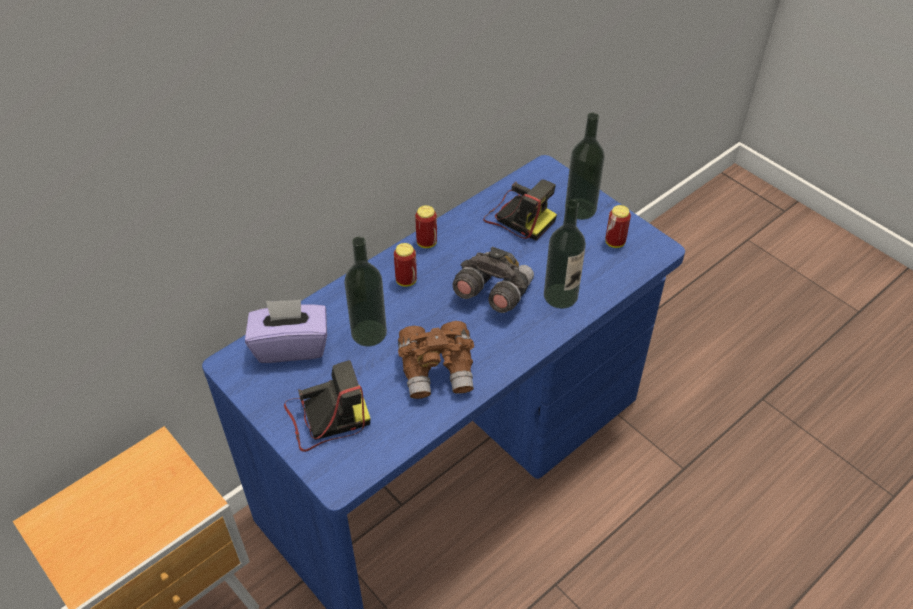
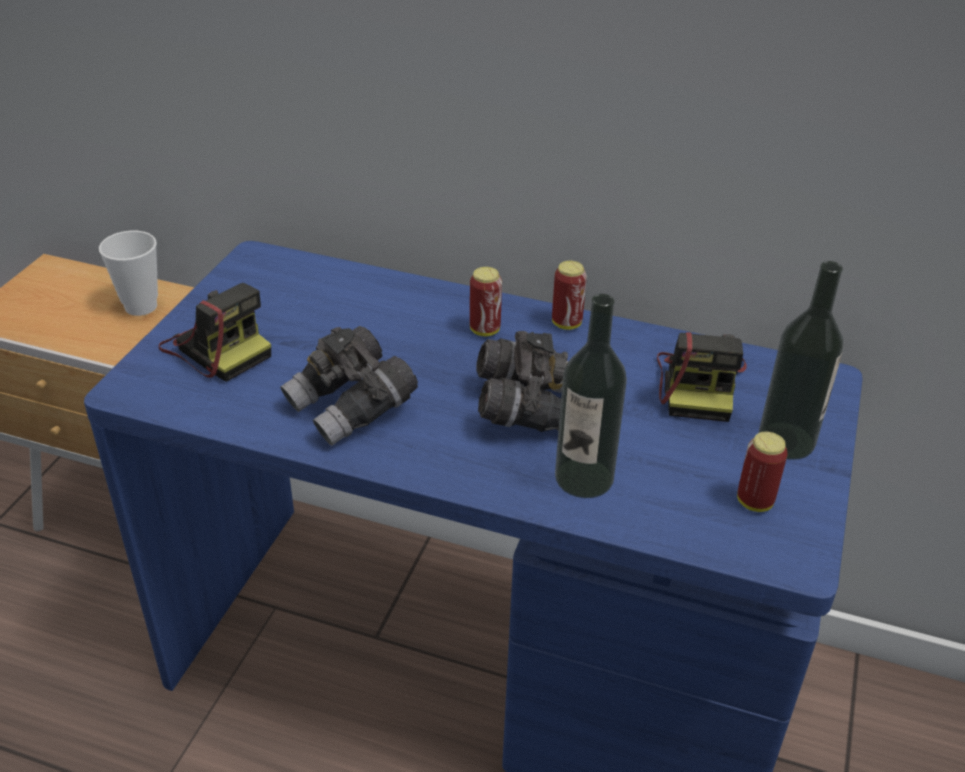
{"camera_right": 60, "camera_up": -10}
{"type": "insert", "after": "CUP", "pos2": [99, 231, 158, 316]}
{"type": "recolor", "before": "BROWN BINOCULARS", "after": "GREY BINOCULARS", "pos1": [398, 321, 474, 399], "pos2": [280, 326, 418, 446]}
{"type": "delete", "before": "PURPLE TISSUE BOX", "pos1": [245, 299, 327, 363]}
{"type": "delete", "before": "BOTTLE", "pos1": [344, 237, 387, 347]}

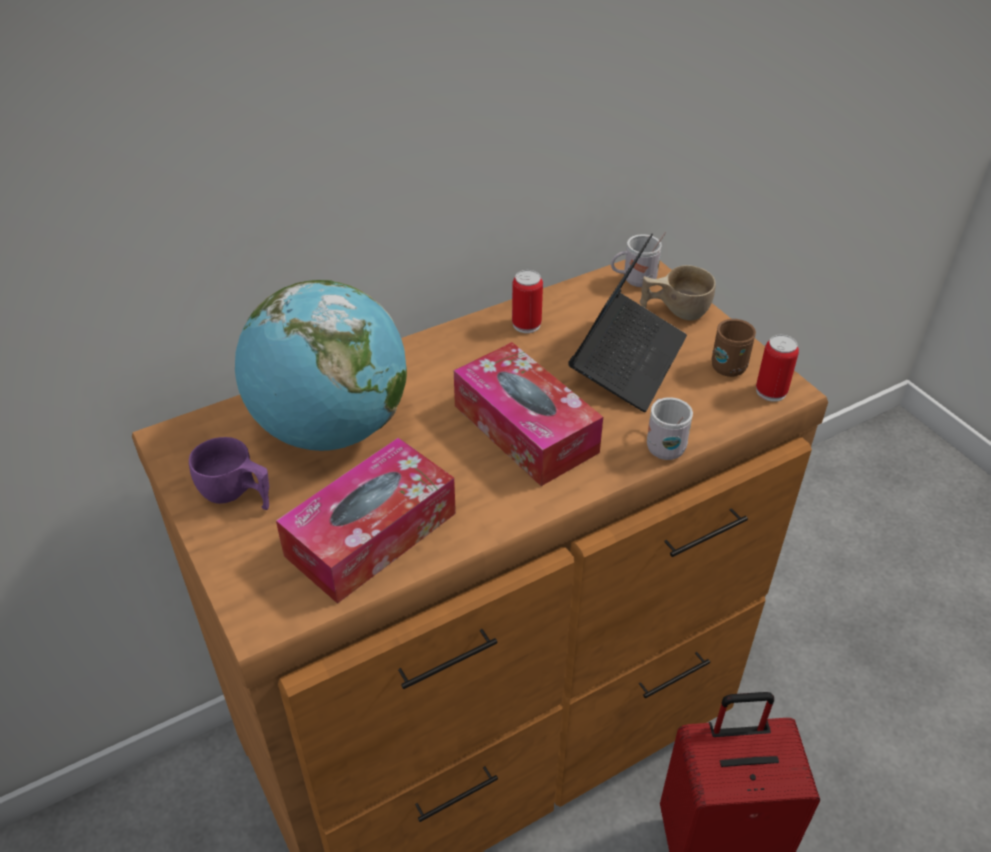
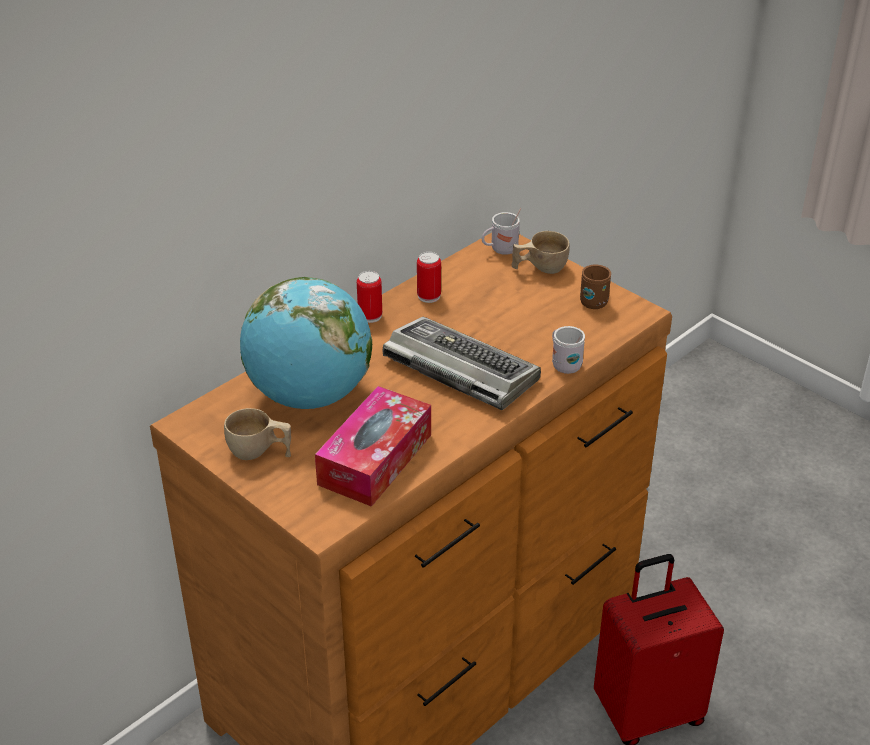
{"camera_right": -15, "camera_up": -5}
{"type": "recolor", "before": "PURPLE CUP", "after": "BEIGE CUP", "pos1": [189, 437, 269, 510], "pos2": [224, 408, 291, 460]}
{"type": "move", "before": "CAN", "pos1": [756, 335, 799, 402], "pos2": [357, 271, 382, 323]}
{"type": "replace", "before": "TISSUE BOX", "after": "KEYBOARD", "pos1": [454, 342, 603, 486], "pos2": [382, 317, 541, 410]}
{"type": "delete", "before": "LAPTOP", "pos1": [568, 234, 687, 412]}

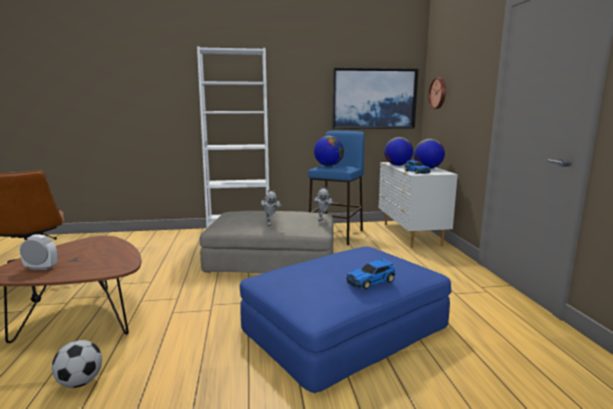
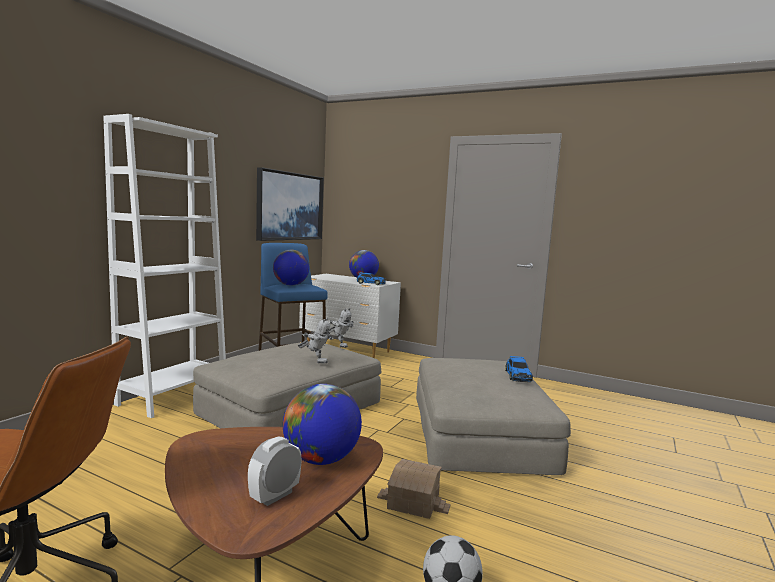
{"camera_right": -55, "camera_up": -5}
{"type": "move", "before": "GLOBE", "pos1": [384, 137, 413, 166], "pos2": [283, 384, 362, 465]}
{"type": "insert", "after": "TOY HOUSE", "pos2": [377, 459, 450, 519]}
{"type": "recolor", "before": "BLUE OTTOMAN", "after": "BEIGE OTTOMAN", "pos1": [240, 246, 451, 393], "pos2": [416, 358, 571, 475]}
{"type": "delete", "before": "WALL CLOCK", "pos1": [428, 78, 446, 109]}

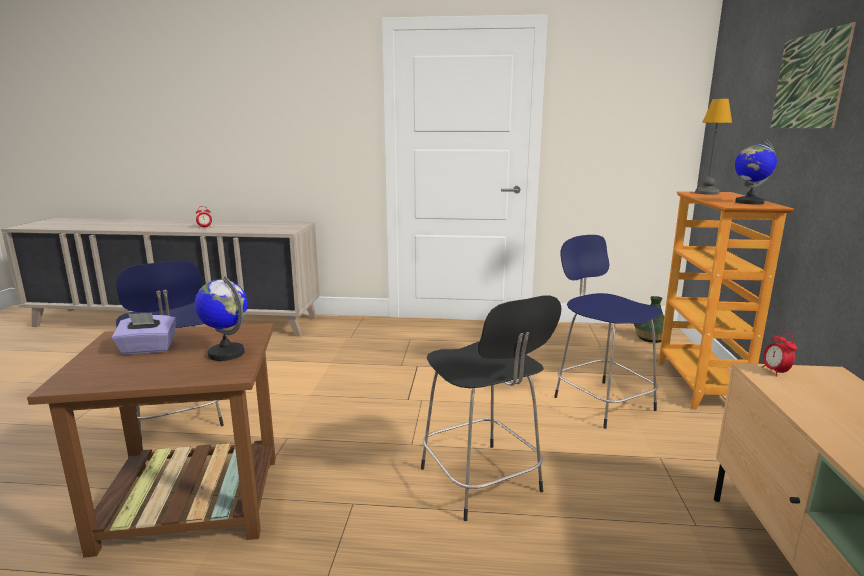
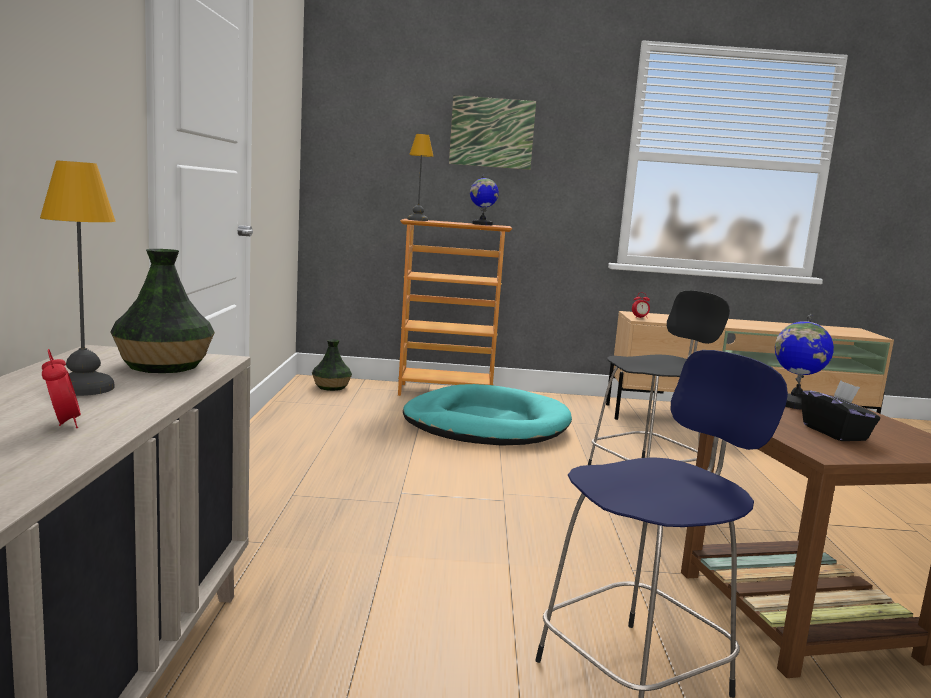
{"camera_right": -95, "camera_up": -5}
{"type": "insert", "after": "TABLE LAMP", "pos2": [40, 160, 116, 396]}
{"type": "insert", "after": "VASE", "pos2": [110, 249, 215, 373]}
{"type": "replace", "before": "BLUE STOOL", "after": "TURQUOISE DOG BED", "pos1": [554, 235, 662, 429], "pos2": [403, 384, 572, 446]}
{"type": "recolor", "before": "PURPLE TISSUE BOX", "after": "BLACK TISSUE BOX", "pos1": [112, 313, 176, 355], "pos2": [801, 380, 880, 441]}

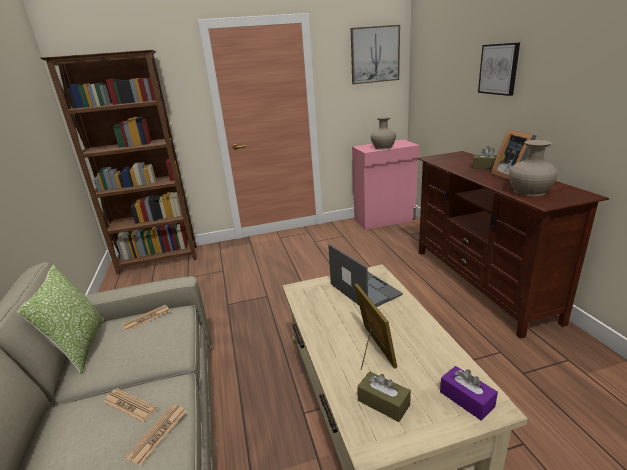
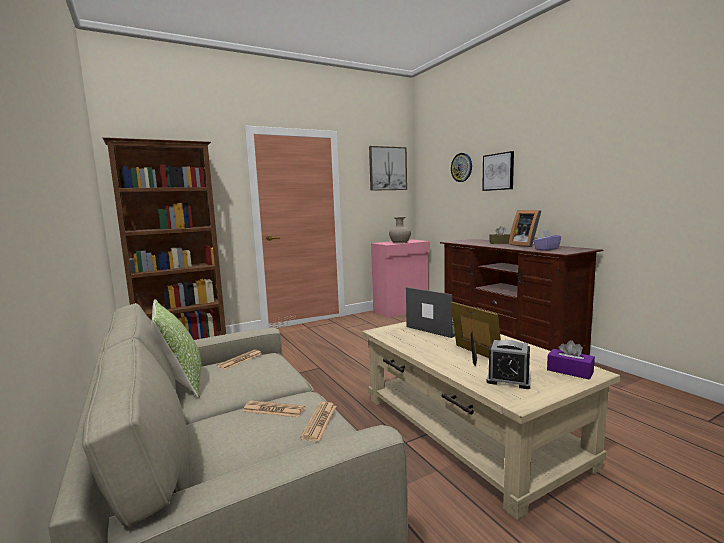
{"camera_right": -15, "camera_up": -15}
{"type": "insert", "after": "WALL CLOCK", "pos2": [451, 153, 472, 182]}
{"type": "replace", "before": "BROWN TISSUE BOX", "after": "ALARM CLOCK", "pos1": [357, 371, 411, 422], "pos2": [487, 340, 531, 389]}
{"type": "replace", "before": "BEIGE VASE", "after": "PURPLE TISSUE BOX", "pos1": [509, 140, 558, 197], "pos2": [533, 230, 561, 251]}

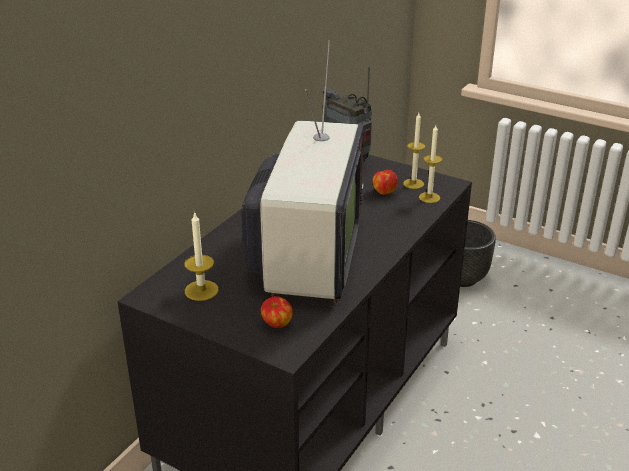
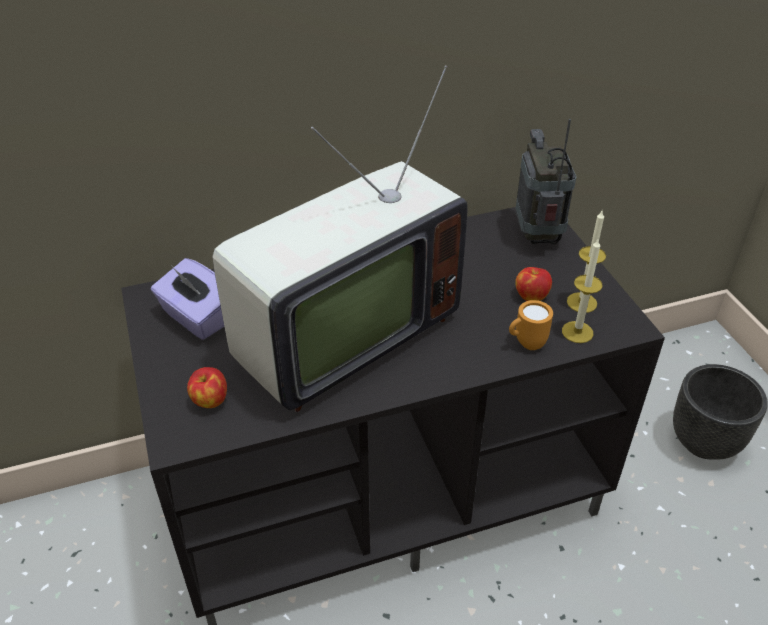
{"camera_right": 40, "camera_up": 10}
{"type": "replace", "before": "CANDLE", "after": "PURPLE TISSUE BOX", "pos1": [184, 211, 219, 301], "pos2": [151, 258, 224, 340]}
{"type": "insert", "after": "ORANGE MUG", "pos2": [509, 300, 553, 350]}

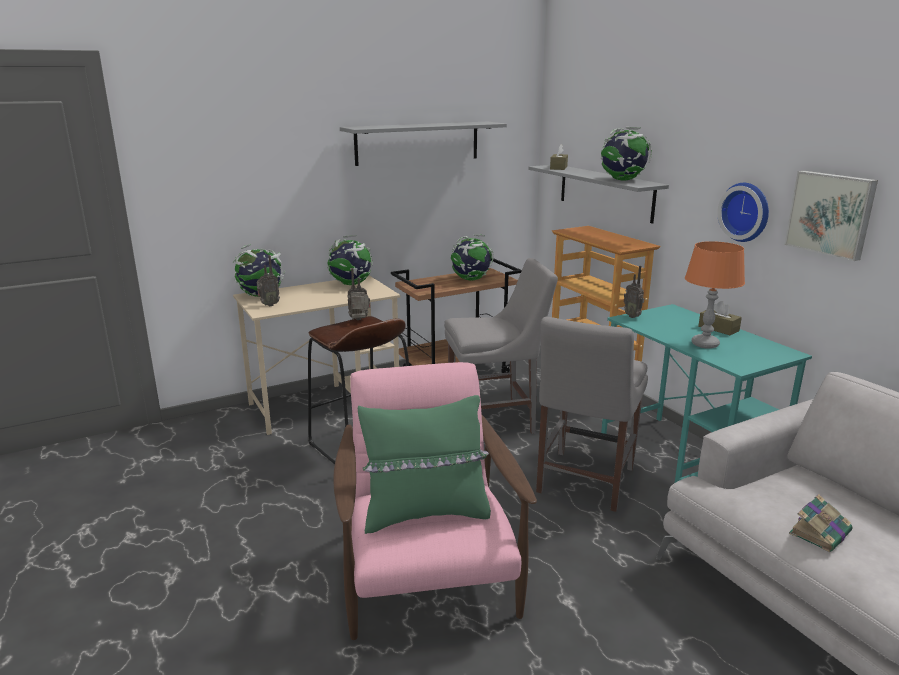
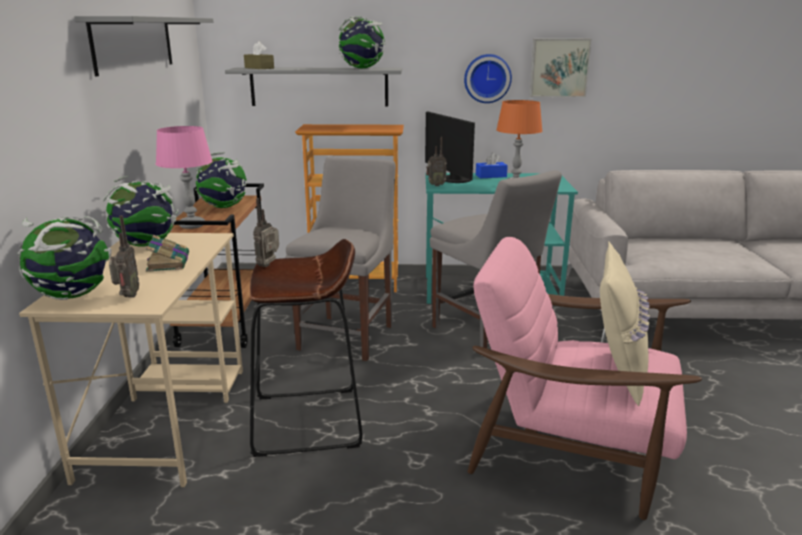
{"camera_right": -60, "camera_up": 0}
{"type": "move", "before": "BOOK", "pos1": [789, 494, 853, 552], "pos2": [146, 235, 189, 272]}
{"type": "insert", "after": "PINK TABLE LAMP", "pos2": [156, 126, 213, 229]}
{"type": "insert", "after": "MONITOR", "pos2": [425, 111, 475, 183]}
{"type": "recolor", "before": "BROWN TISSUE BOX", "after": "BLUE TISSUE BOX", "pos1": [698, 301, 742, 335], "pos2": [476, 152, 508, 178]}
{"type": "recolor", "before": "GREEN PILLOW", "after": "BEIGE PILLOW", "pos1": [358, 395, 491, 534], "pos2": [600, 241, 650, 406]}

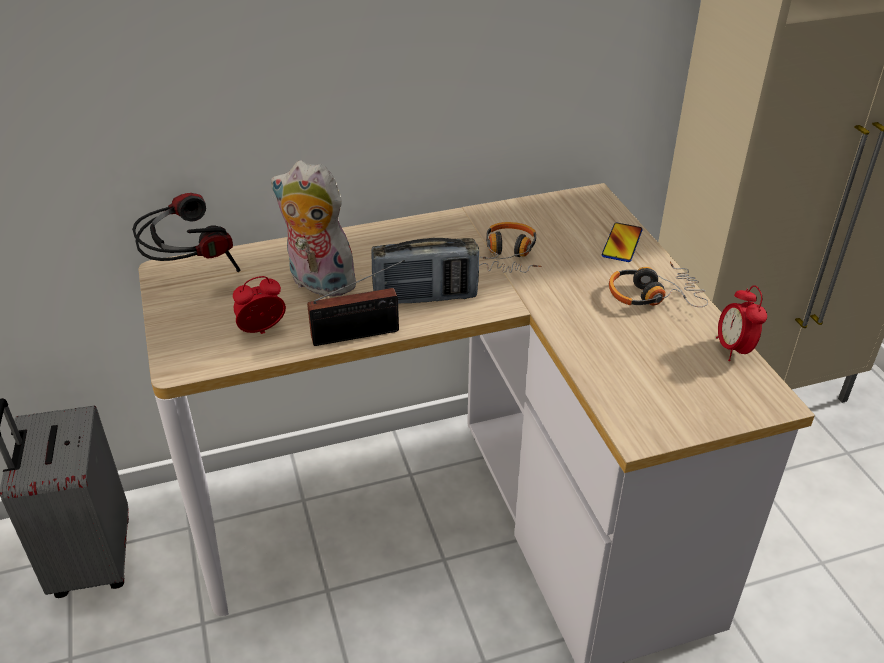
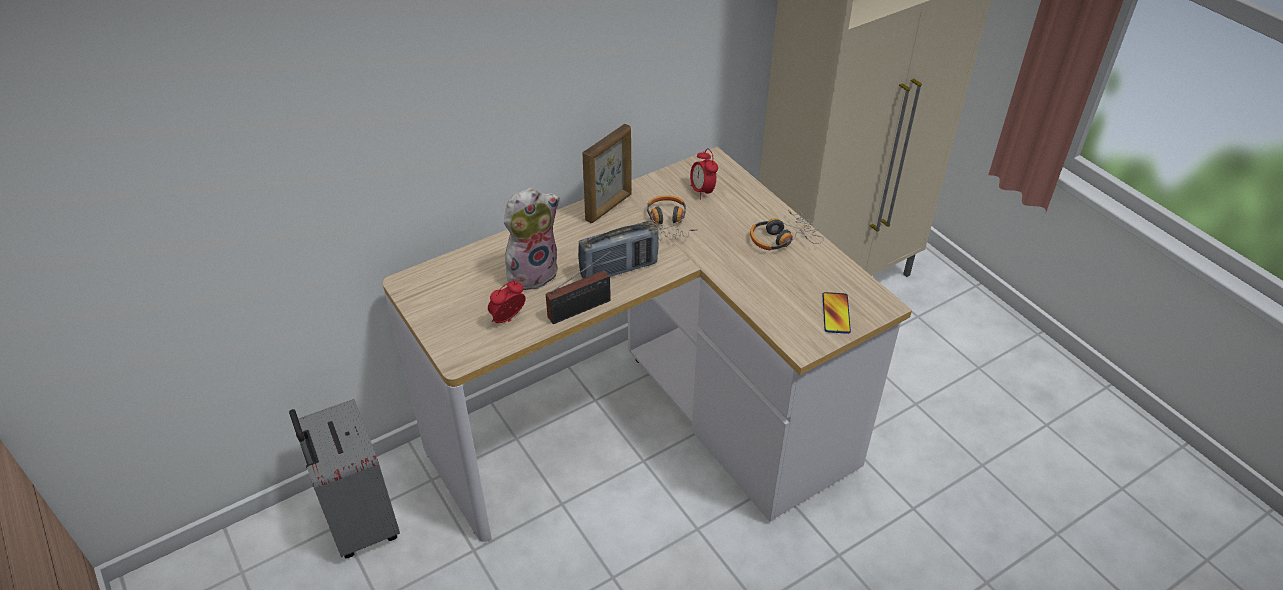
{"camera_right": -15, "camera_up": 5}
{"type": "rotate", "before": "PLUSH TOY", "pos1": [271, 160, 364, 299], "pos2": [504, 188, 560, 290], "turn": 135}
{"type": "insert", "after": "PICTURE FRAME", "pos2": [582, 124, 632, 223]}
{"type": "move", "before": "ALARM CLOCK", "pos1": [716, 285, 767, 361], "pos2": [690, 148, 718, 200]}
{"type": "move", "before": "PHONE", "pos1": [602, 223, 643, 262], "pos2": [822, 292, 851, 334]}
{"type": "delete", "before": "HEADPHONES", "pos1": [132, 193, 240, 272]}

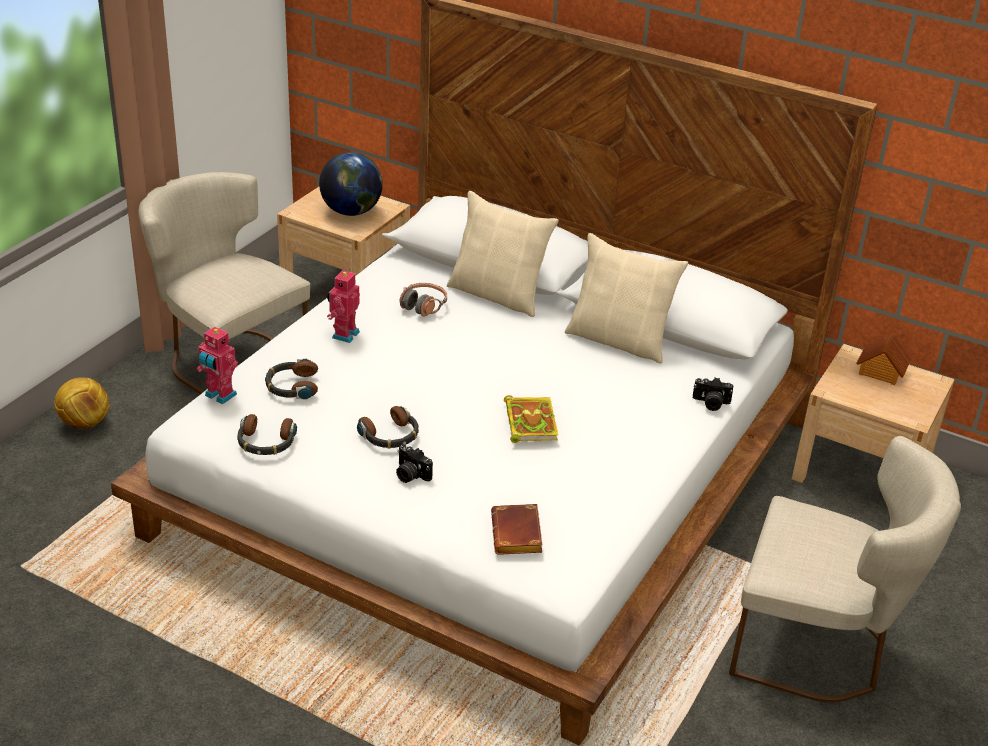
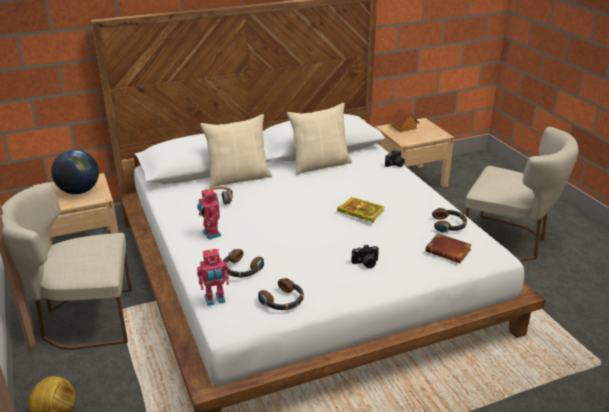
{"camera_right": -50, "camera_up": -5}
{"type": "move", "before": "HEADPHONES", "pos1": [357, 406, 419, 449], "pos2": [432, 208, 467, 233]}
{"type": "rotate", "before": "BEIGE CHAIR", "pos1": [729, 436, 961, 702], "pos2": [465, 127, 579, 262], "turn": 60}

